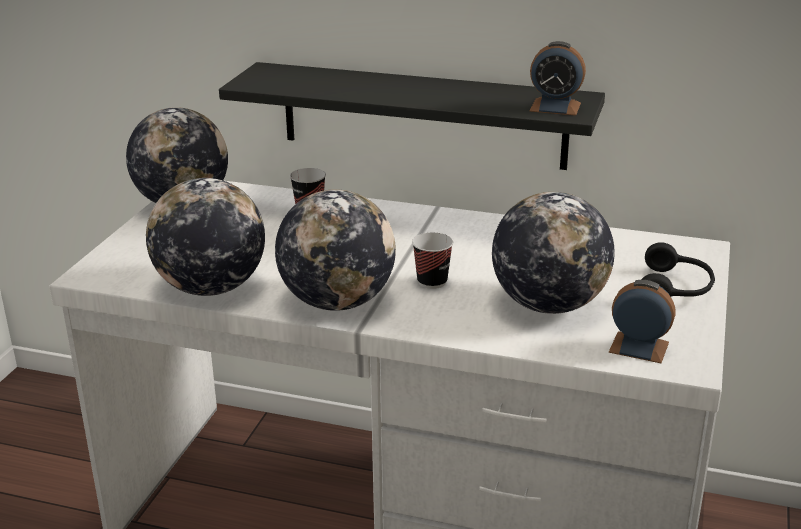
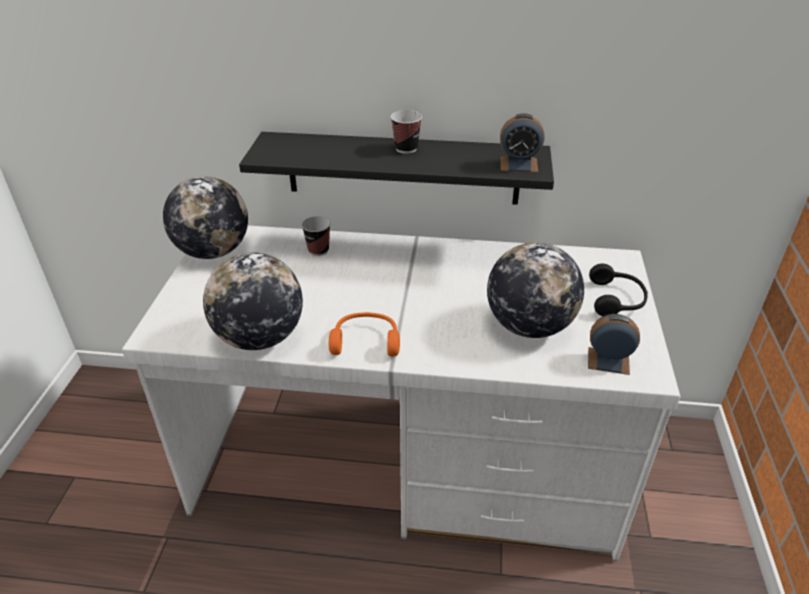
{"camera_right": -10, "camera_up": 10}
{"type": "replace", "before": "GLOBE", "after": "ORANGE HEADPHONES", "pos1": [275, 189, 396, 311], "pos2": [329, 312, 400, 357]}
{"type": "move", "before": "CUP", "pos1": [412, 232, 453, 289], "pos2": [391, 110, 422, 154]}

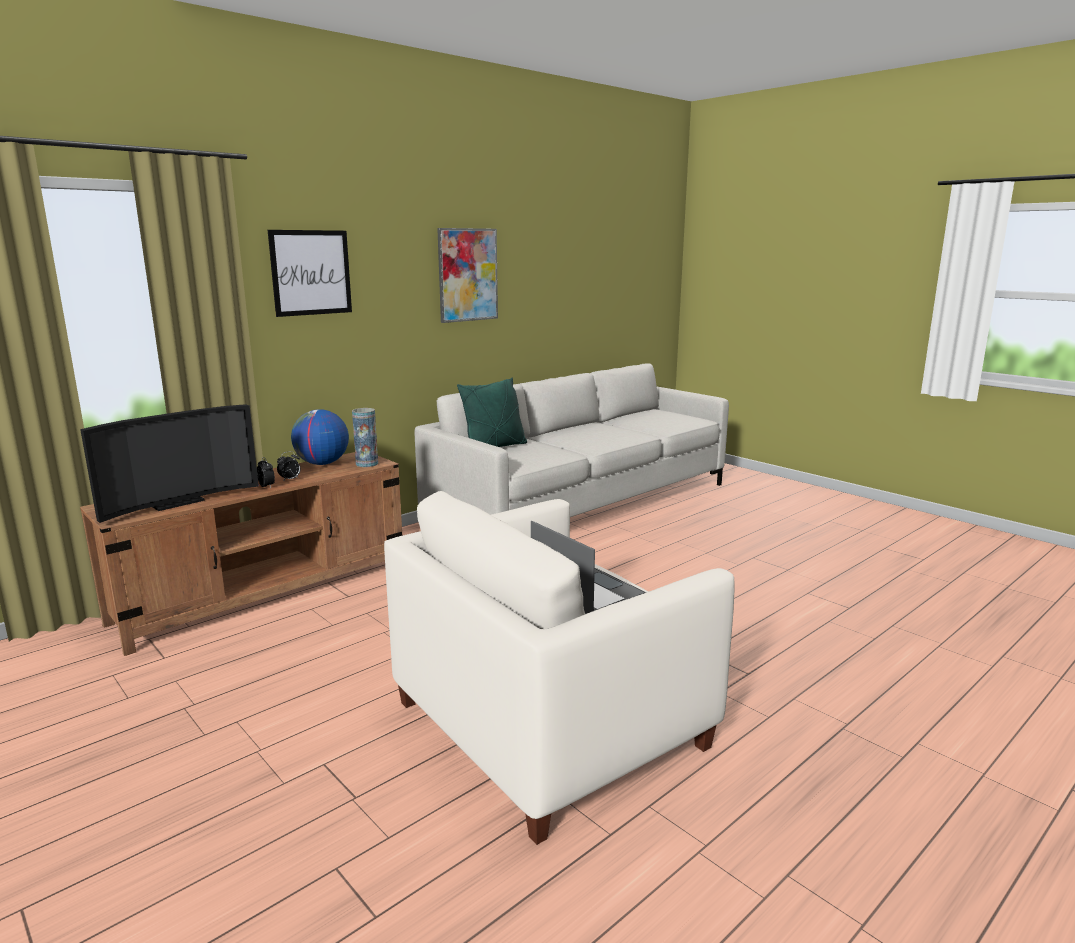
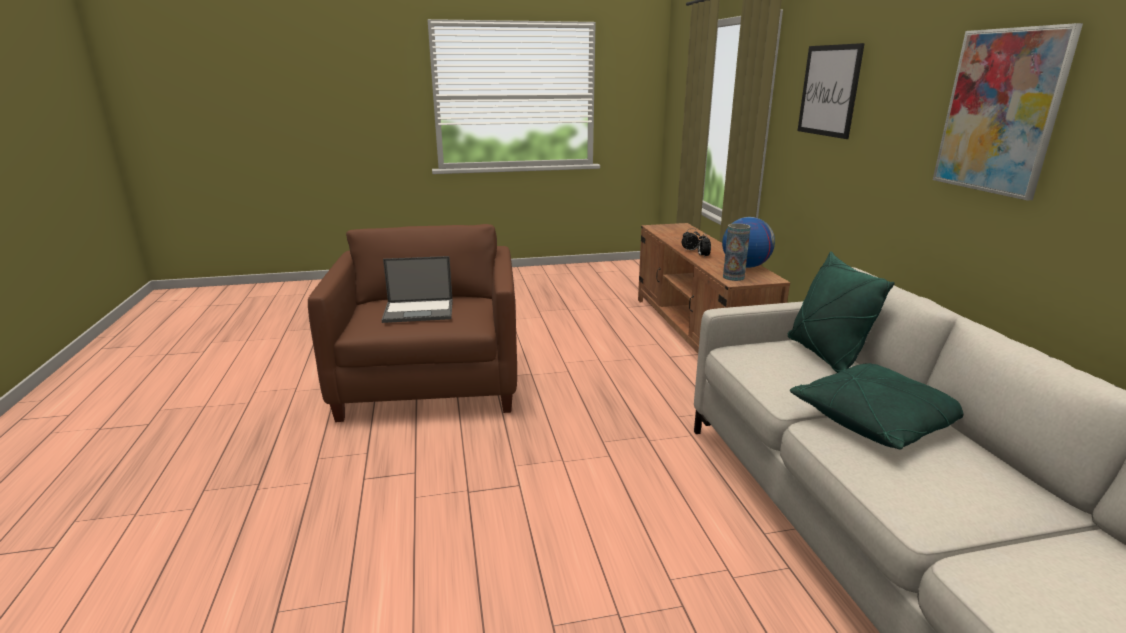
{"camera_right": 120, "camera_up": 5}
{"type": "recolor", "before": "WHITE ARMCHAIR", "after": "BROWN ARMCHAIR", "pos1": [384, 491, 735, 845], "pos2": [308, 224, 517, 422]}
{"type": "insert", "after": "GREEN PILLOW", "pos2": [790, 363, 964, 449]}
{"type": "delete", "before": "TELEVISION", "pos1": [80, 404, 259, 523]}

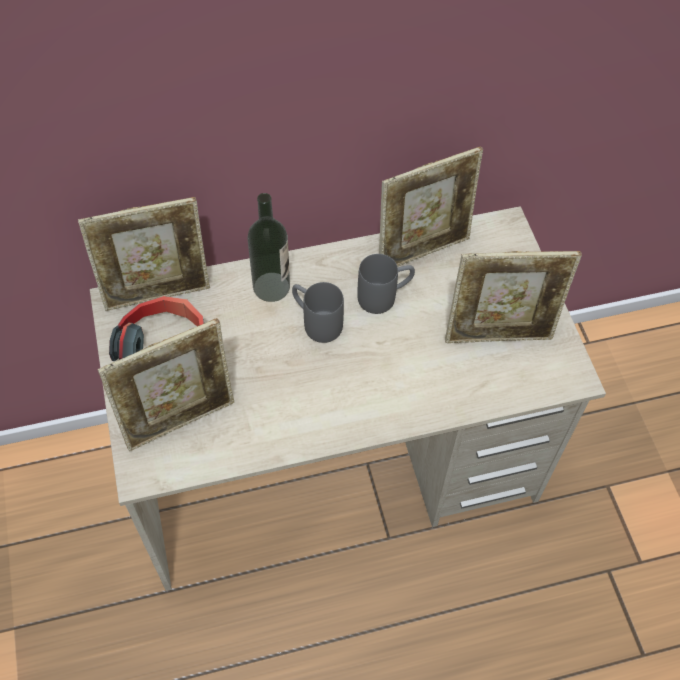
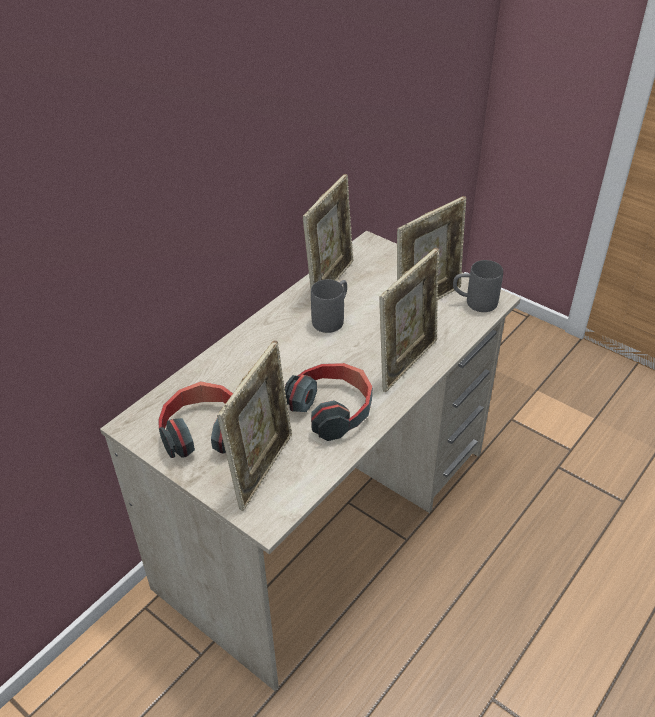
{"camera_right": -35, "camera_up": -15}
{"type": "insert", "after": "HEADPHONES", "pos2": [285, 363, 373, 441]}
{"type": "move", "before": "PICTURE FRAME", "pos1": [78, 197, 210, 311], "pos2": [379, 248, 439, 392]}
{"type": "move", "before": "GREY MUG", "pos1": [292, 282, 344, 343], "pos2": [453, 260, 503, 312]}
{"type": "delete", "before": "BOTTLE", "pos1": [248, 193, 290, 302]}

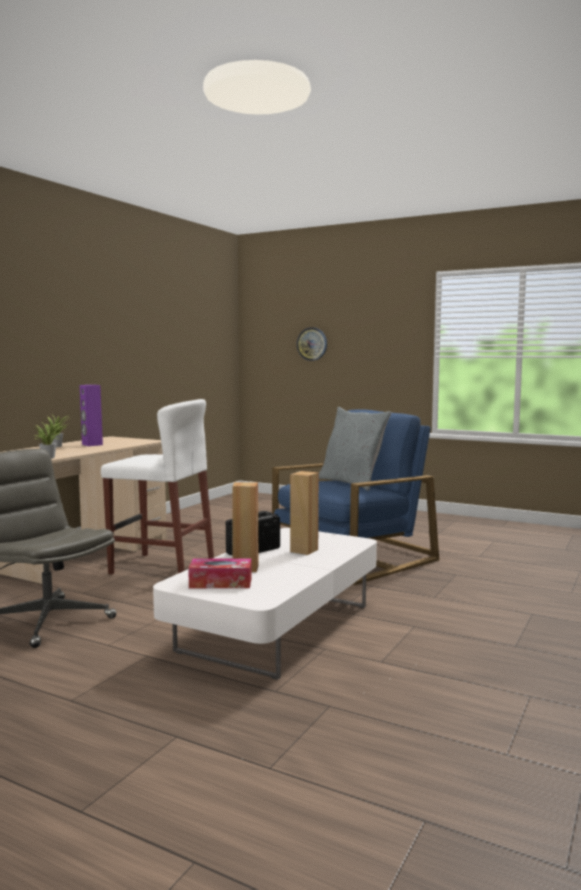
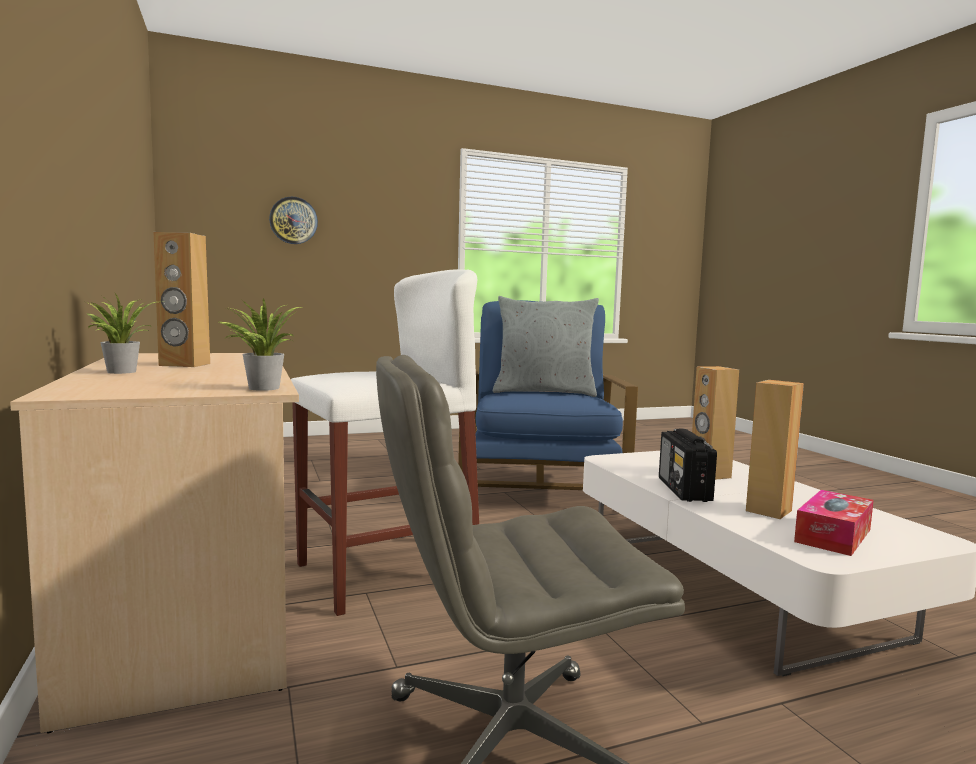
{"camera_right": -50, "camera_up": 0}
{"type": "recolor", "before": "PURPLE SPEAKER", "after": "BROWN SPEAKER", "pos1": [80, 385, 103, 446], "pos2": [154, 232, 210, 367]}

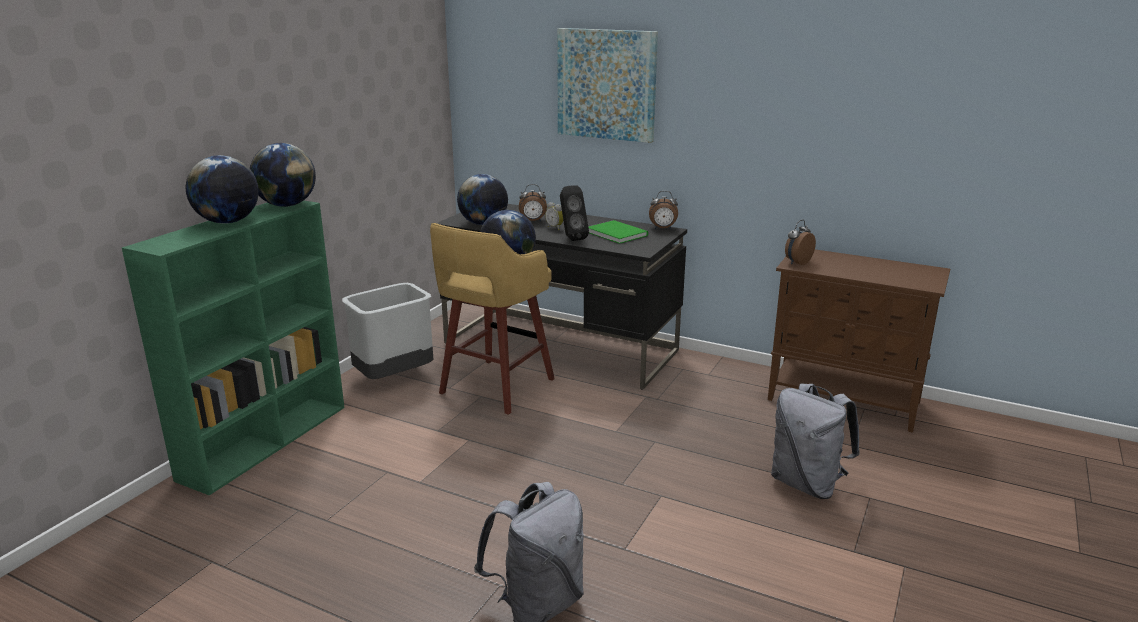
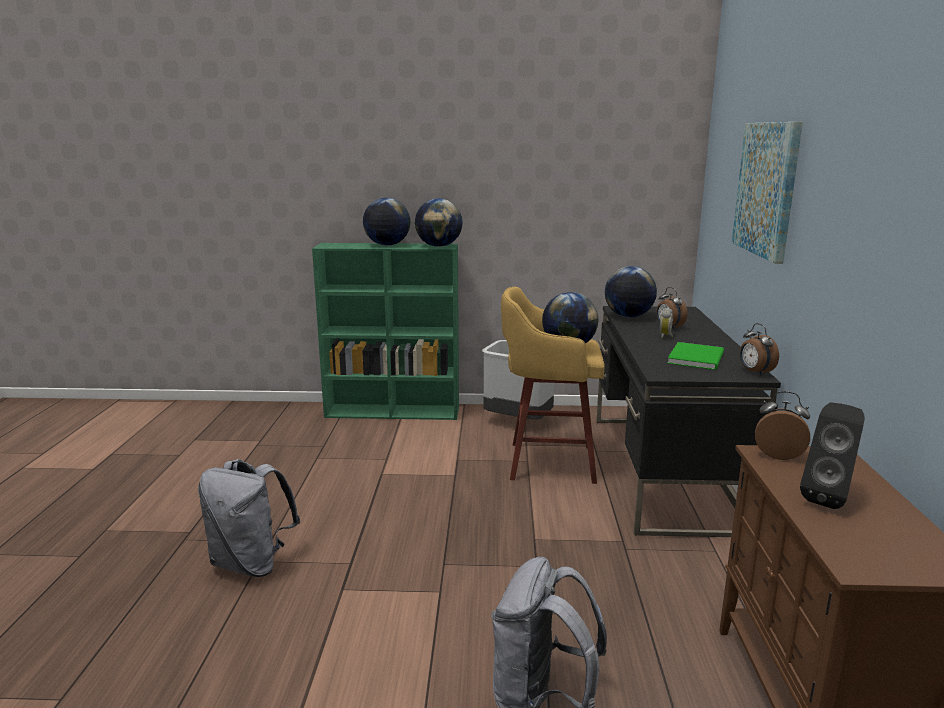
{"camera_right": 65, "camera_up": -5}
{"type": "move", "before": "BLACK SPEAKER", "pos1": [560, 185, 589, 241], "pos2": [800, 402, 865, 509]}

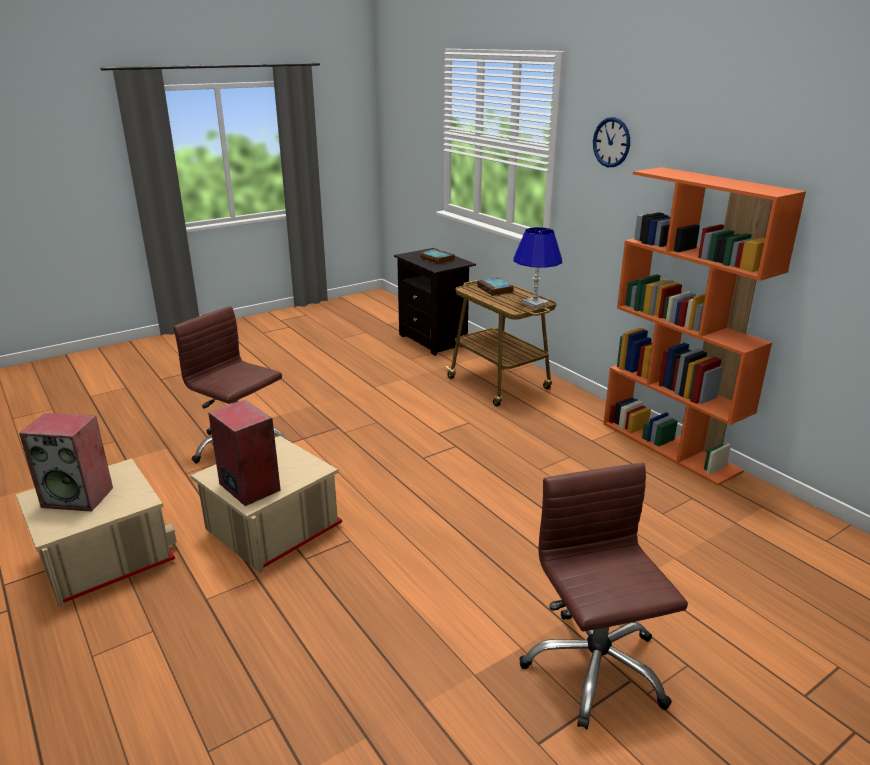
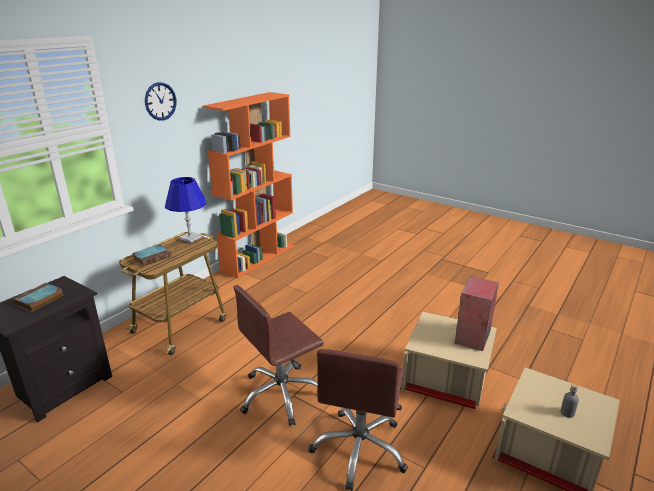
{"camera_right": -110, "camera_up": 0}
{"type": "move", "before": "BROWN OFFICE CHAIR", "pos1": [519, 463, 688, 729], "pos2": [234, 285, 324, 426]}
{"type": "replace", "before": "SPEAKER", "after": "GREY BOTTLE", "pos1": [19, 413, 113, 511], "pos2": [561, 384, 579, 418]}

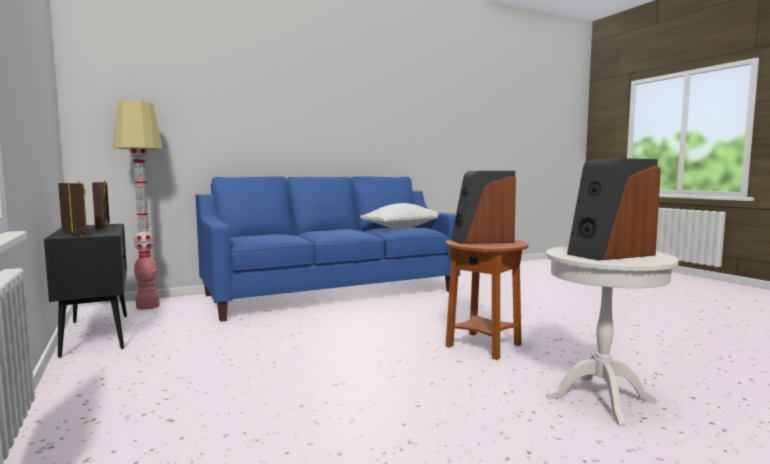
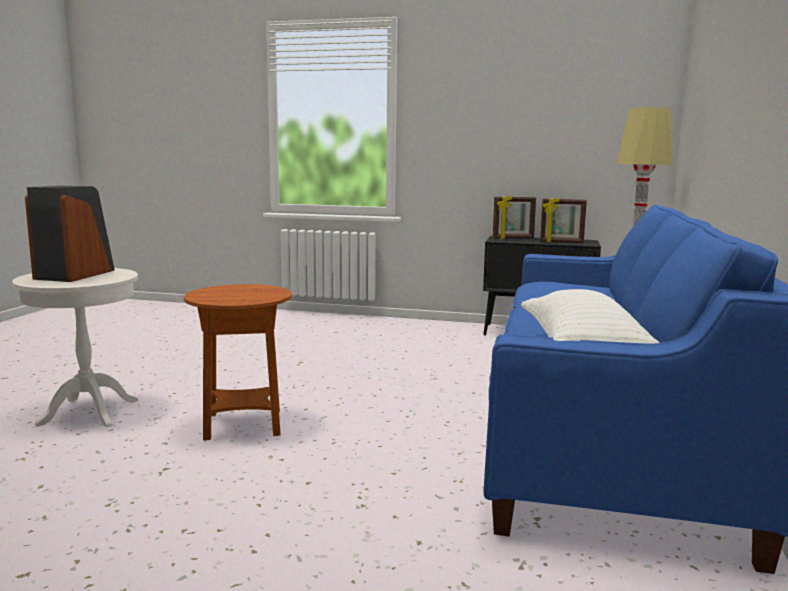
{"camera_right": 130, "camera_up": 5}
{"type": "delete", "before": "SPEAKER", "pos1": [451, 171, 516, 244]}

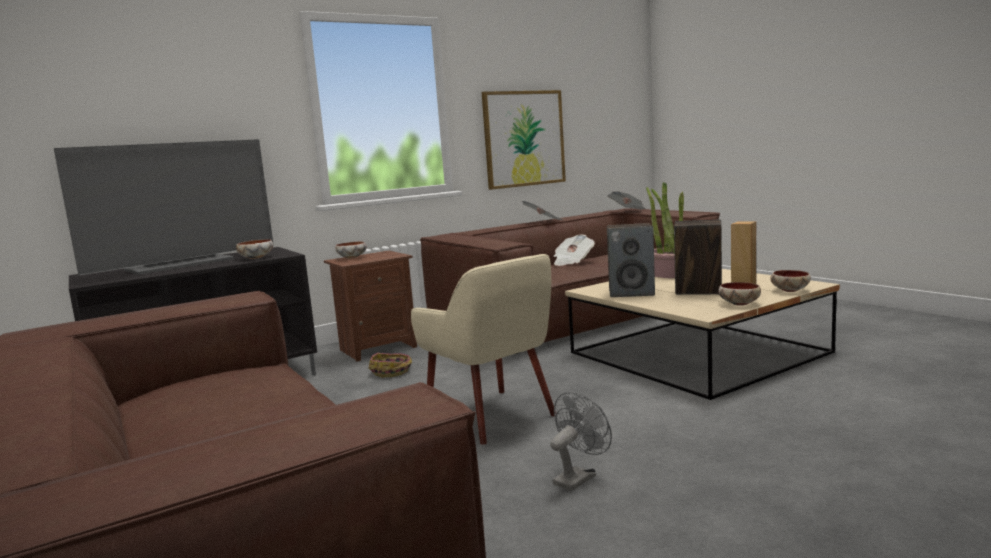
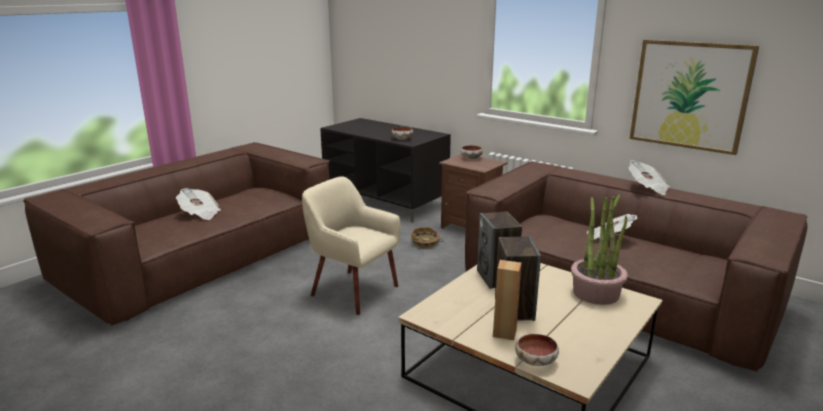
{"camera_right": 70, "camera_up": 10}
{"type": "move", "before": "NEWSPAPER", "pos1": [607, 191, 646, 210], "pos2": [176, 188, 221, 220]}
{"type": "rotate", "before": "BEIGE ARMCHAIR", "pos1": [411, 254, 557, 445], "pos2": [302, 176, 400, 315], "turn": 90}
{"type": "delete", "before": "TELEVISION", "pos1": [54, 139, 274, 275]}
{"type": "delete", "before": "GREY FAN", "pos1": [550, 392, 612, 491]}
{"type": "delete", "before": "BOWL", "pos1": [718, 282, 761, 306]}

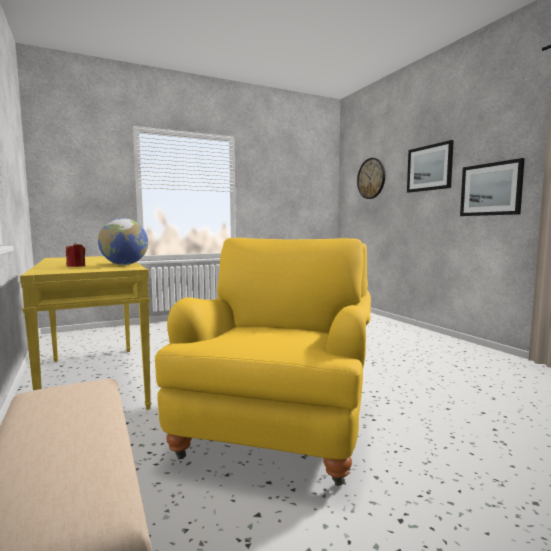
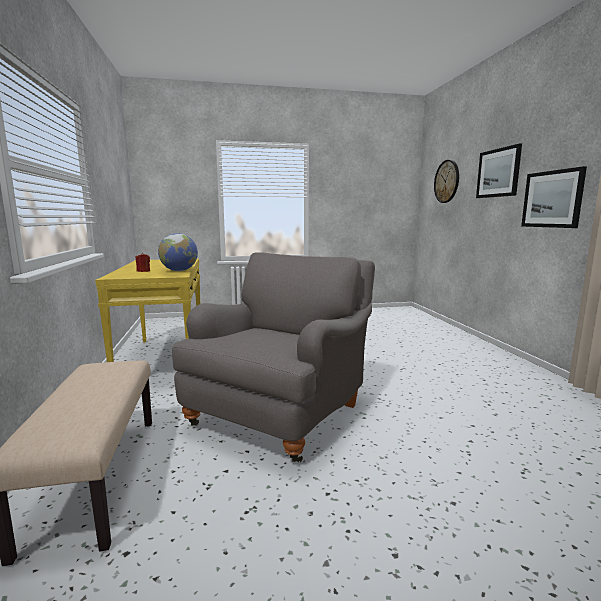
{"camera_right": 15, "camera_up": 5}
{"type": "recolor", "before": "YELLOW ARMCHAIR", "after": "GREY ARMCHAIR", "pos1": [155, 238, 371, 486], "pos2": [172, 252, 375, 462]}

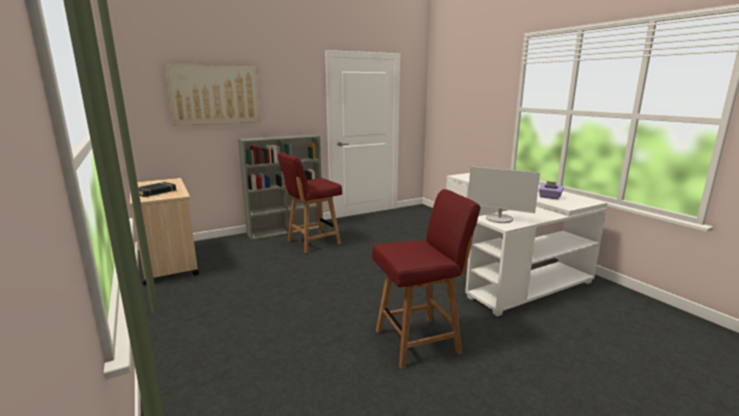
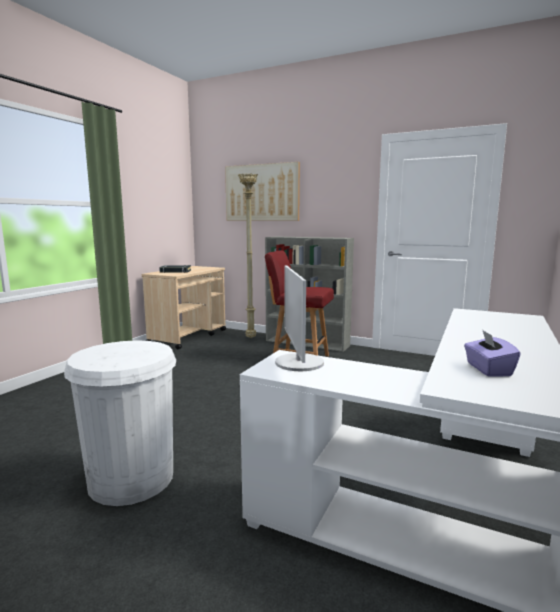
{"camera_right": 55, "camera_up": -5}
{"type": "replace", "before": "RED CHAIR", "after": "WHITE TRASH CAN", "pos1": [372, 189, 481, 369], "pos2": [64, 340, 176, 506]}
{"type": "insert", "after": "BEIGE FLOOR LAMP", "pos2": [238, 173, 258, 338]}

